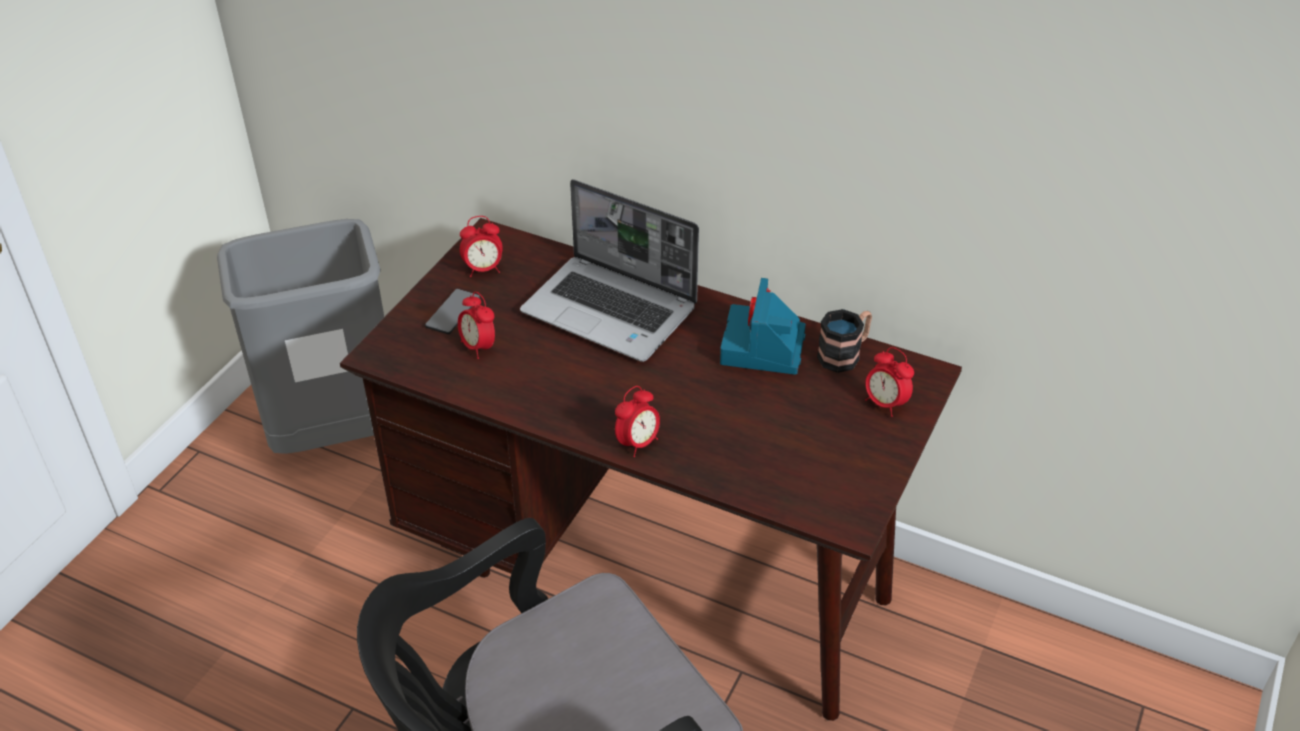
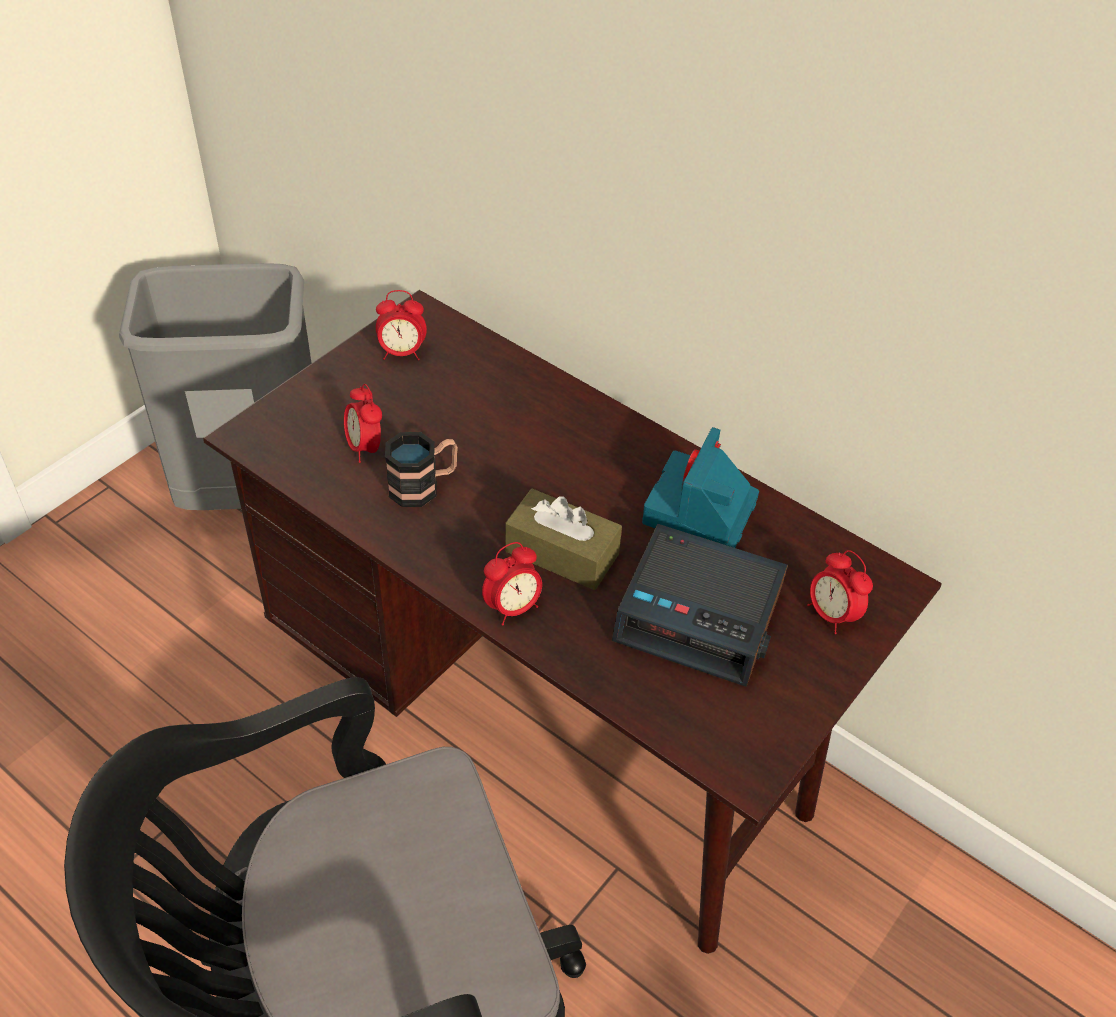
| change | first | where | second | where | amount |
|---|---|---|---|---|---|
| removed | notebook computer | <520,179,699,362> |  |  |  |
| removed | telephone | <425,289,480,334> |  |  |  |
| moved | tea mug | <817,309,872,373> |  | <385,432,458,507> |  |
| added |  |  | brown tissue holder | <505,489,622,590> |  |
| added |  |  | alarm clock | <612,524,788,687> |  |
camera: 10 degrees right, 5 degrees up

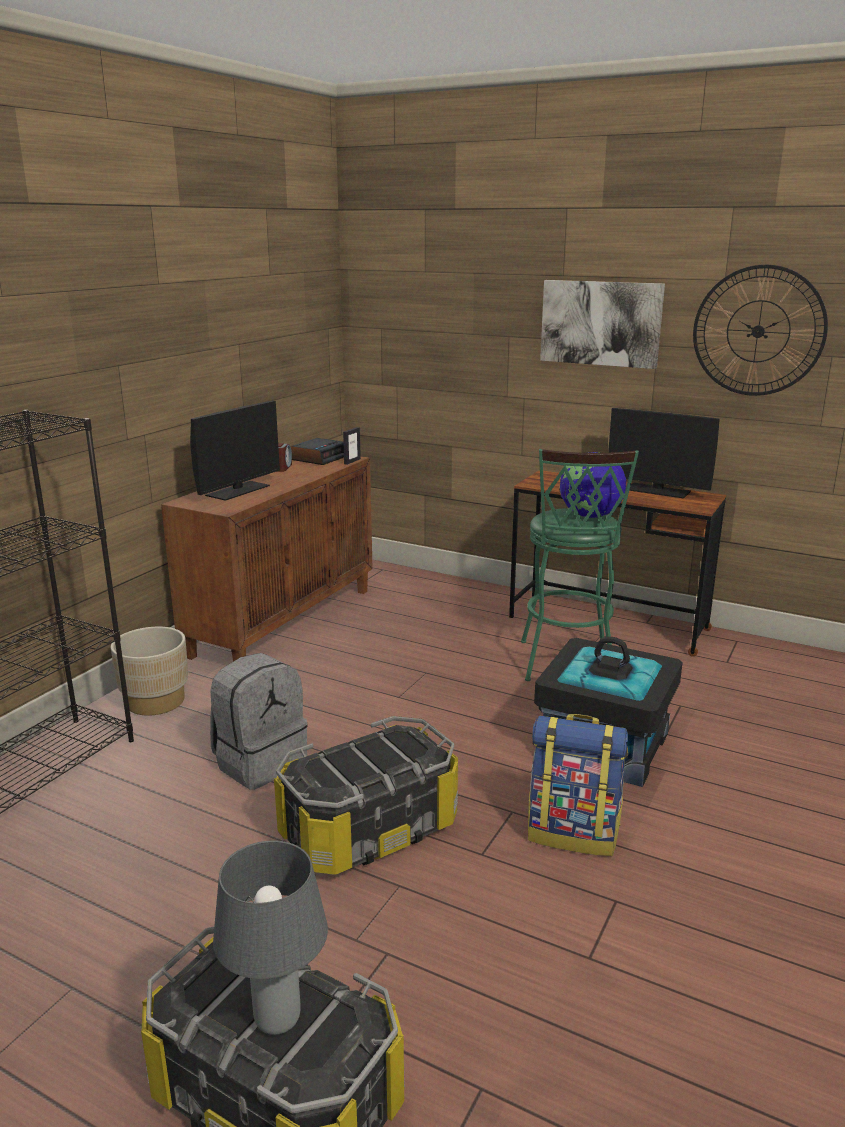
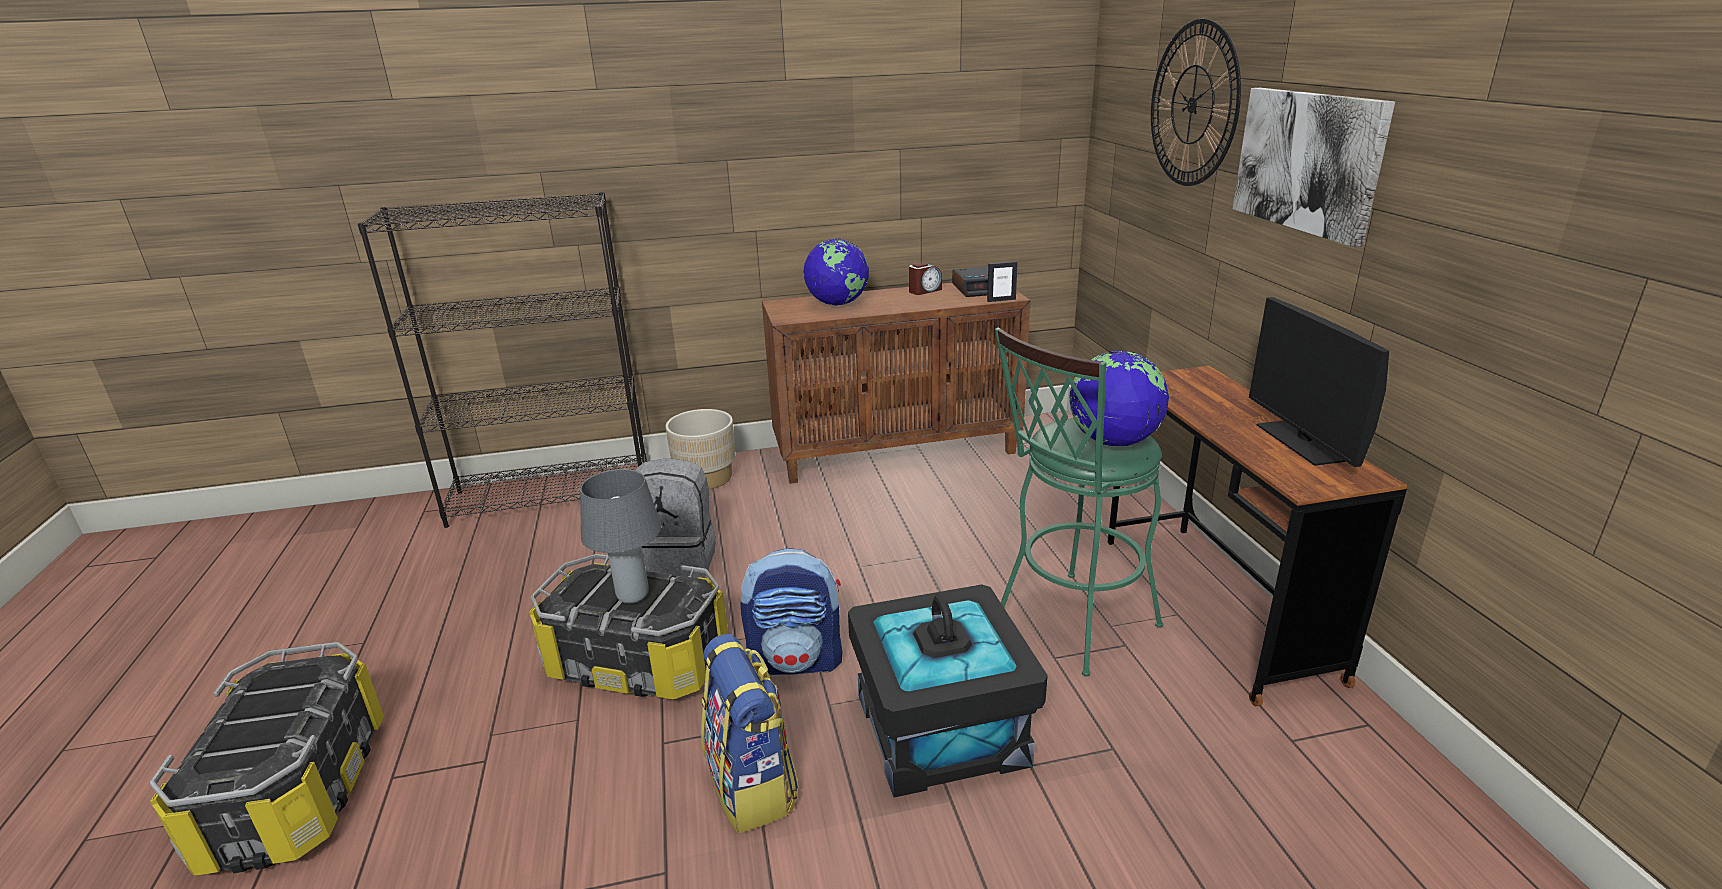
| change | first | where | second | where | amount |
|---|---|---|---|---|---|
| moved | wall clock | <693,265,828,396> |  | <1151,19,1241,186> |  |
| replaced | computer display | <190,401,280,501> | globe | <803,239,869,306> |  |
| moved | greyish table lamp | <213,840,328,1035> |  | <580,469,661,604> |  |
| added |  |  | knapsack | <740,548,842,675> |  |
camera: 50 degrees right, 5 degrees up

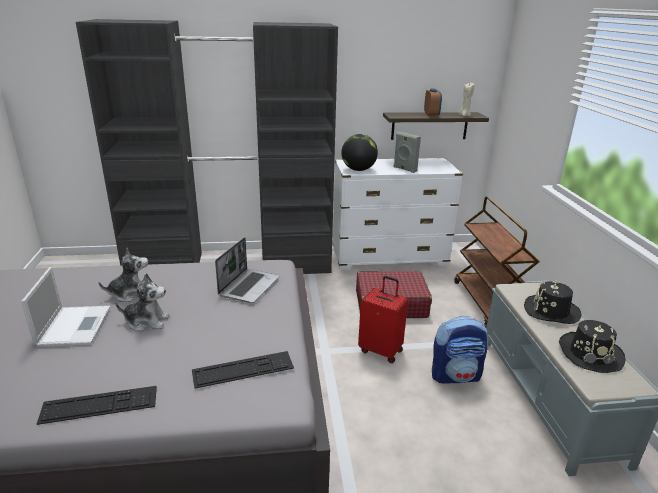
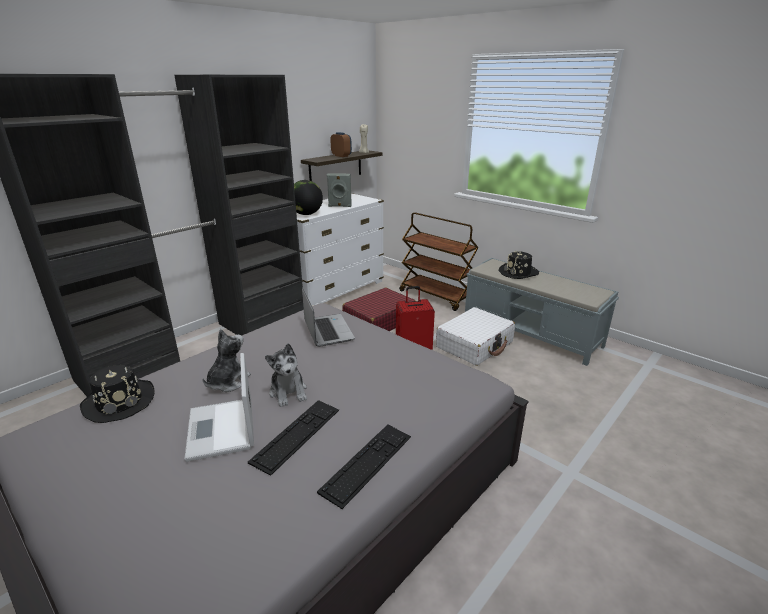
| change | first | where | second | where | amount |
|---|---|---|---|---|---|
| turned | notebook computer | <21,267,110,347> |  | <184,353,254,462> | 150 degrees counterclockwise |
| turned | cuddly toy | <115,273,169,332> |  | <265,343,307,407> | 105 degrees clockwise |
| replaced | knapsack | <432,316,488,383> | whitish piece of luggage | <436,307,515,366> |  |
| moved | black-coloured clothing hat | <559,320,626,373> |  | <80,365,155,423> |  |
| moved | computer keyboard | <192,351,294,389> |  | <248,400,339,475> |  |
camera: 40 degrees left, 0 degrees up

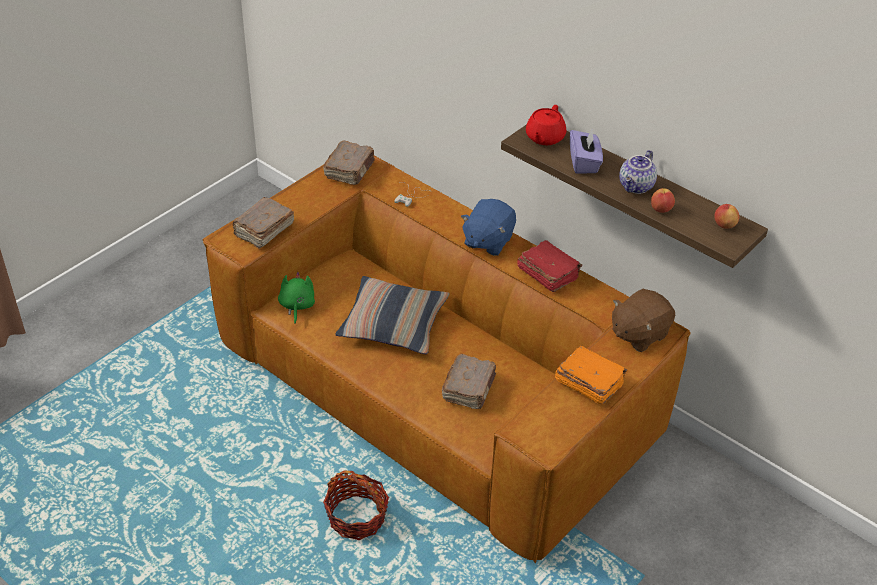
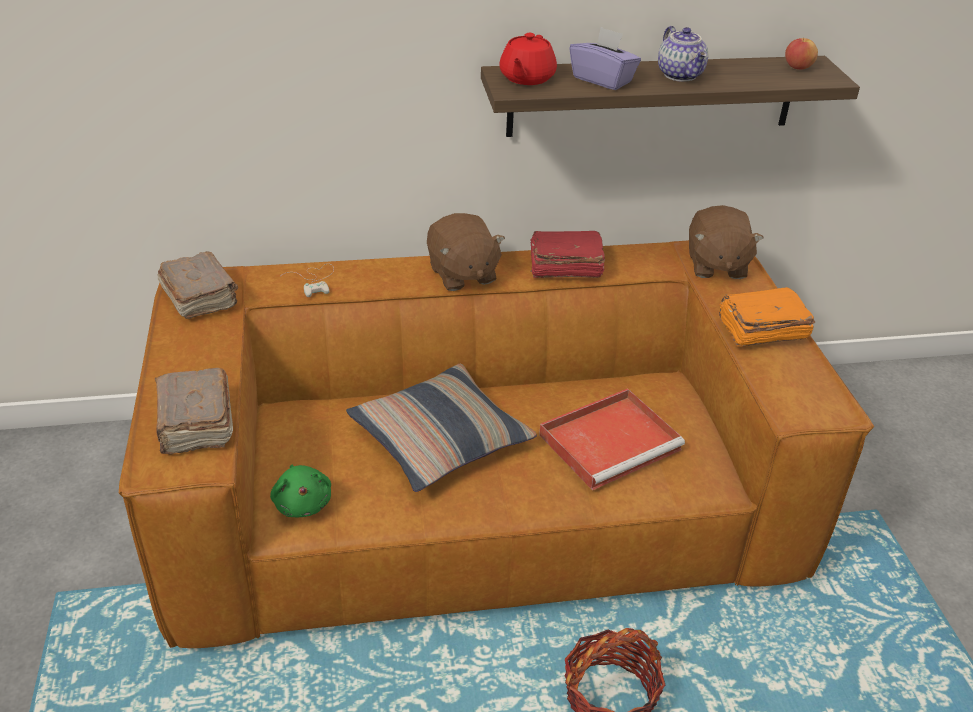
| change | first | where | second | where | amount |
|---|---|---|---|---|---|
| turned | red teapot | <526,105,566,145> |  | <499,33,557,85> | 45 degrees clockwise |
| removed | apple | <651,188,675,213> |  |  |  |
| recoloured | blue-coloured cuddly toy | <461,199,516,256> | brown cuddly toy | <427,213,505,291> |  |
| turned | green-coloured cuddly toy | <278,272,315,324> |  | <270,465,331,517> | 150 degrees counterclockwise |
| replaced | brown book | <442,354,496,409> | red carrying tray | <539,388,685,491> |  |
camera: 50 degrees left, 5 degrees down

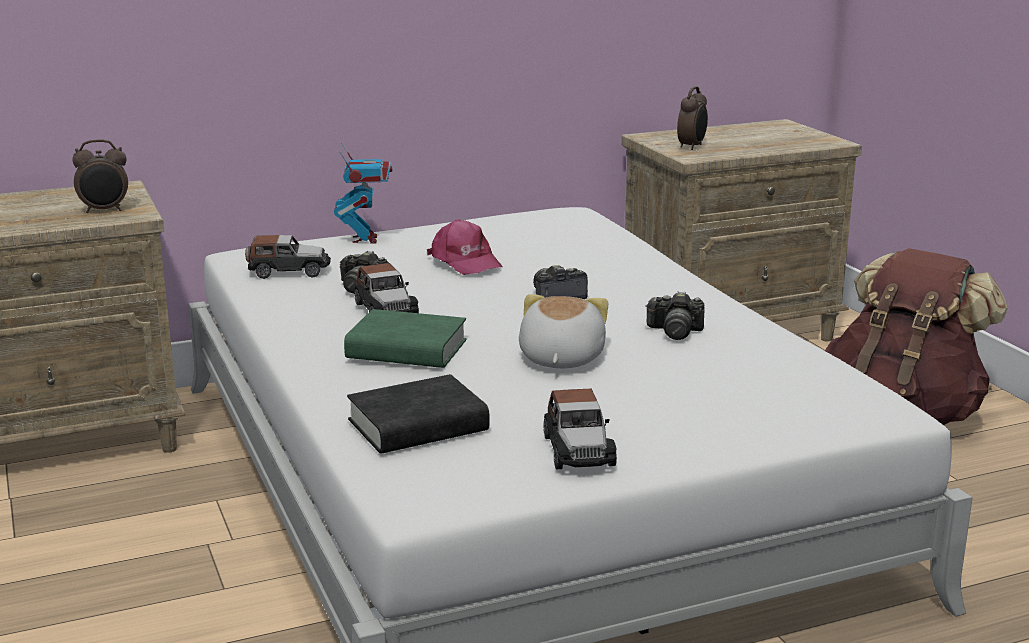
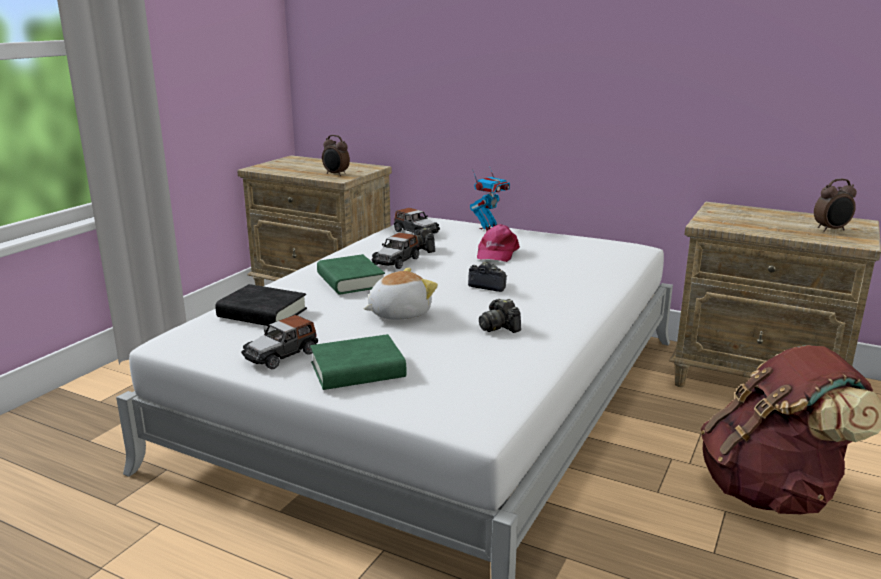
| change | first | where | second | where | amount |
|---|---|---|---|---|---|
| moved | alarm clock | <677,86,708,150> |  | <814,179,857,232> |  |
| added |  |  | green-coloured book | <310,334,406,390> |  |
camera: 50 degrees right, 0 degrees up

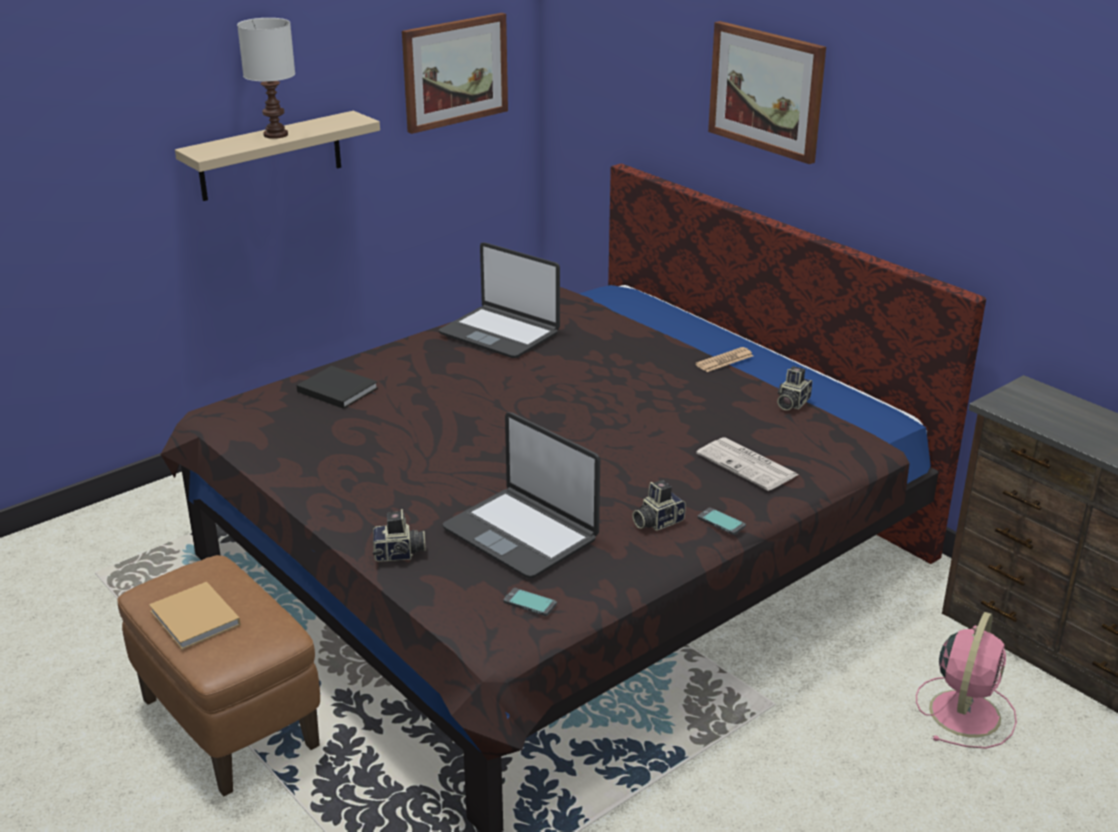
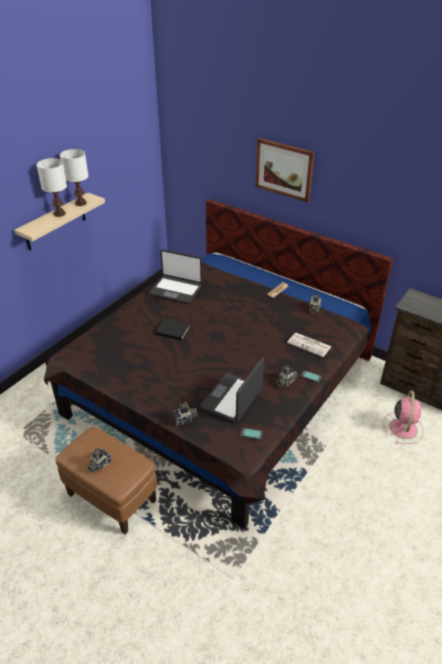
| change | first | where | second | where | amount |
|---|---|---|---|---|---|
| removed | picture | <402,13,508,134> |  |  |  |
| moved | black-coloured book | <297,366,378,409> |  | <155,318,190,341> |  |
| turned | notebook computer | <442,412,600,579> |  | <200,357,264,422> | 90 degrees clockwise |
| replaced | beige book | <149,582,241,650> | still camera | <87,448,112,473> |  |
| added |  |  | whitish table lamp | <60,149,89,206> |  |
camera: 15 degrees left, 10 degrees up

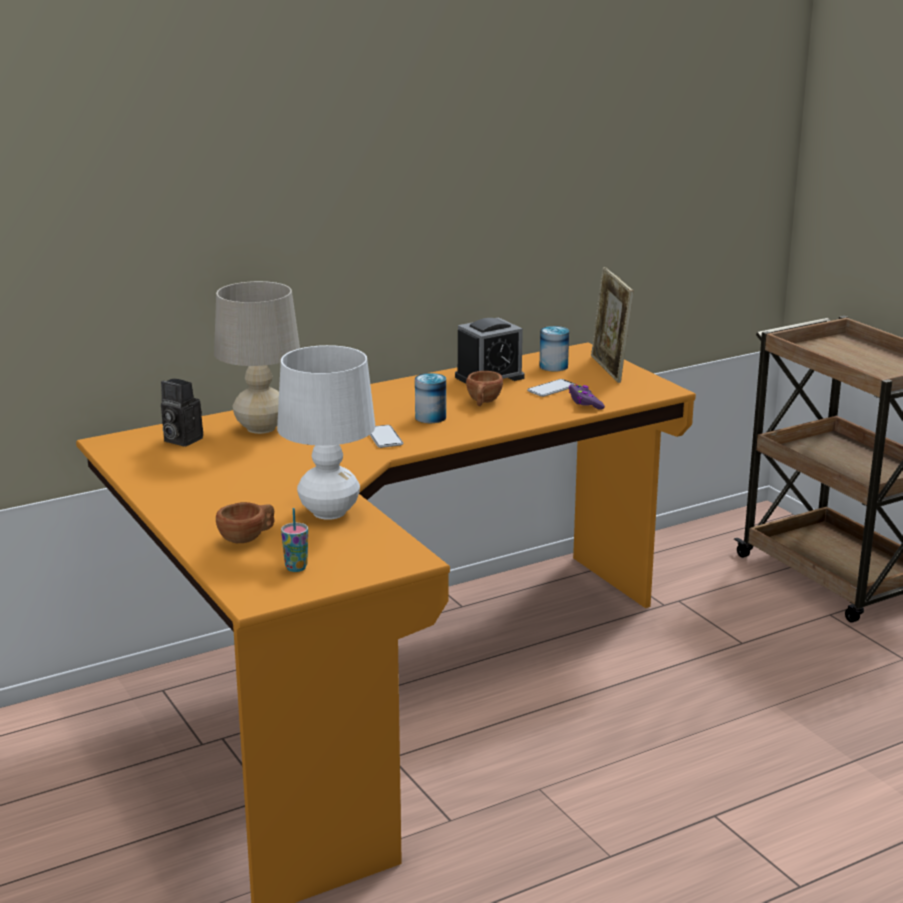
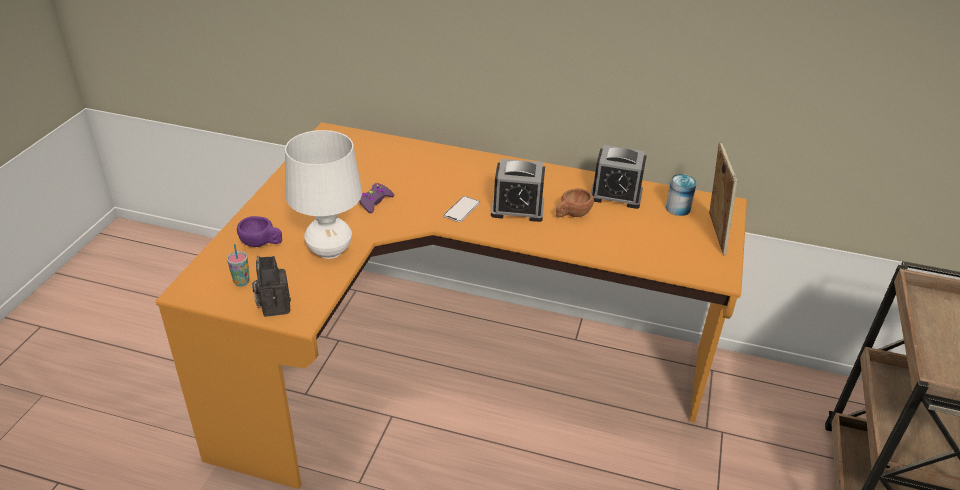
| change | first | where | second | where | amount |
|---|---|---|---|---|---|
| turned | photo frame | <591,267,634,383> |  | <709,142,738,255> | 150 degrees clockwise |
| removed | beige table lamp | <214,281,300,434> |  |  |  |
| replaced | can | <415,373,446,423> | alarm clock | <491,159,545,222> |  |
| moved | still camera | <161,379,203,447> |  | <252,256,291,317> |  |
| removed | telephone | <527,379,575,397> |  |  |  |
| moved | purplish joypad | <569,384,605,410> |  | <359,183,394,213> |  |
| recoloured | brown cup | <216,502,275,543> | purplish cup | <237,216,282,247> |  |
camera: 45 degrees right, 15 degrees up

